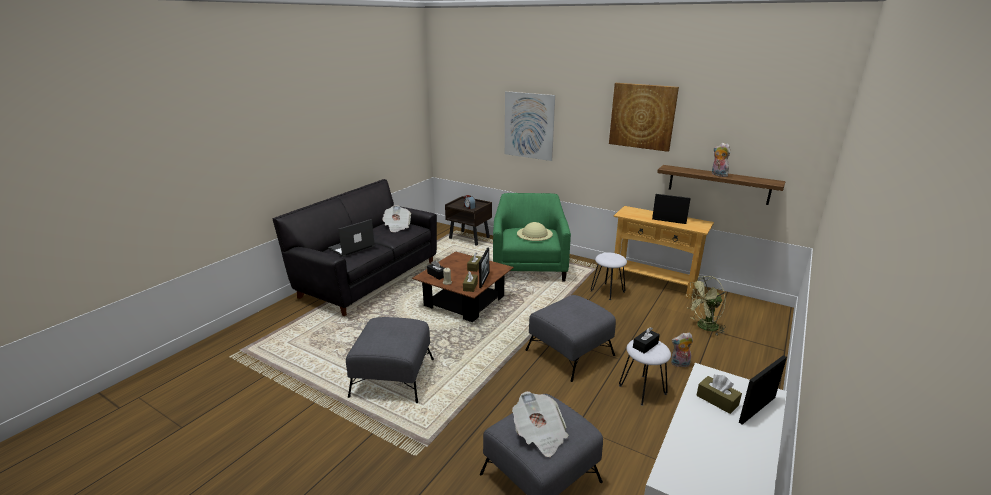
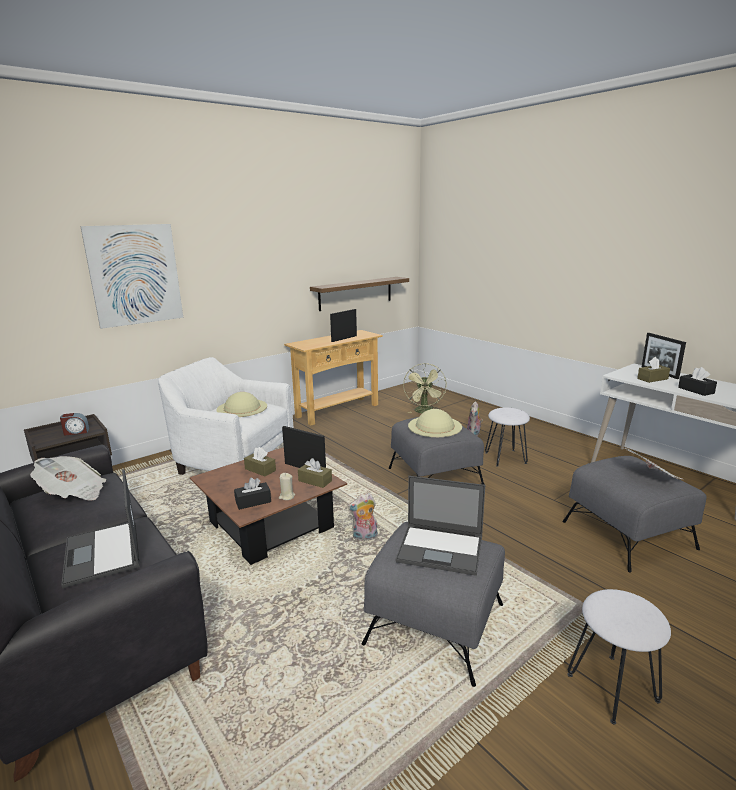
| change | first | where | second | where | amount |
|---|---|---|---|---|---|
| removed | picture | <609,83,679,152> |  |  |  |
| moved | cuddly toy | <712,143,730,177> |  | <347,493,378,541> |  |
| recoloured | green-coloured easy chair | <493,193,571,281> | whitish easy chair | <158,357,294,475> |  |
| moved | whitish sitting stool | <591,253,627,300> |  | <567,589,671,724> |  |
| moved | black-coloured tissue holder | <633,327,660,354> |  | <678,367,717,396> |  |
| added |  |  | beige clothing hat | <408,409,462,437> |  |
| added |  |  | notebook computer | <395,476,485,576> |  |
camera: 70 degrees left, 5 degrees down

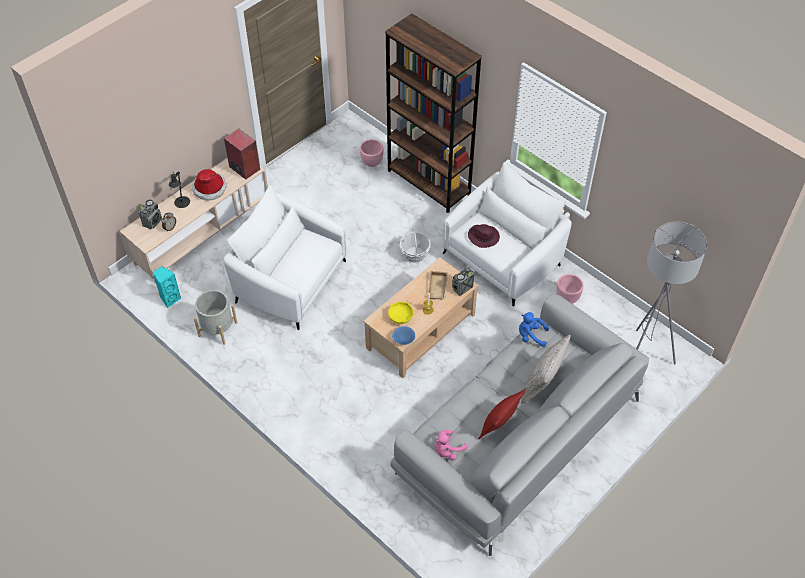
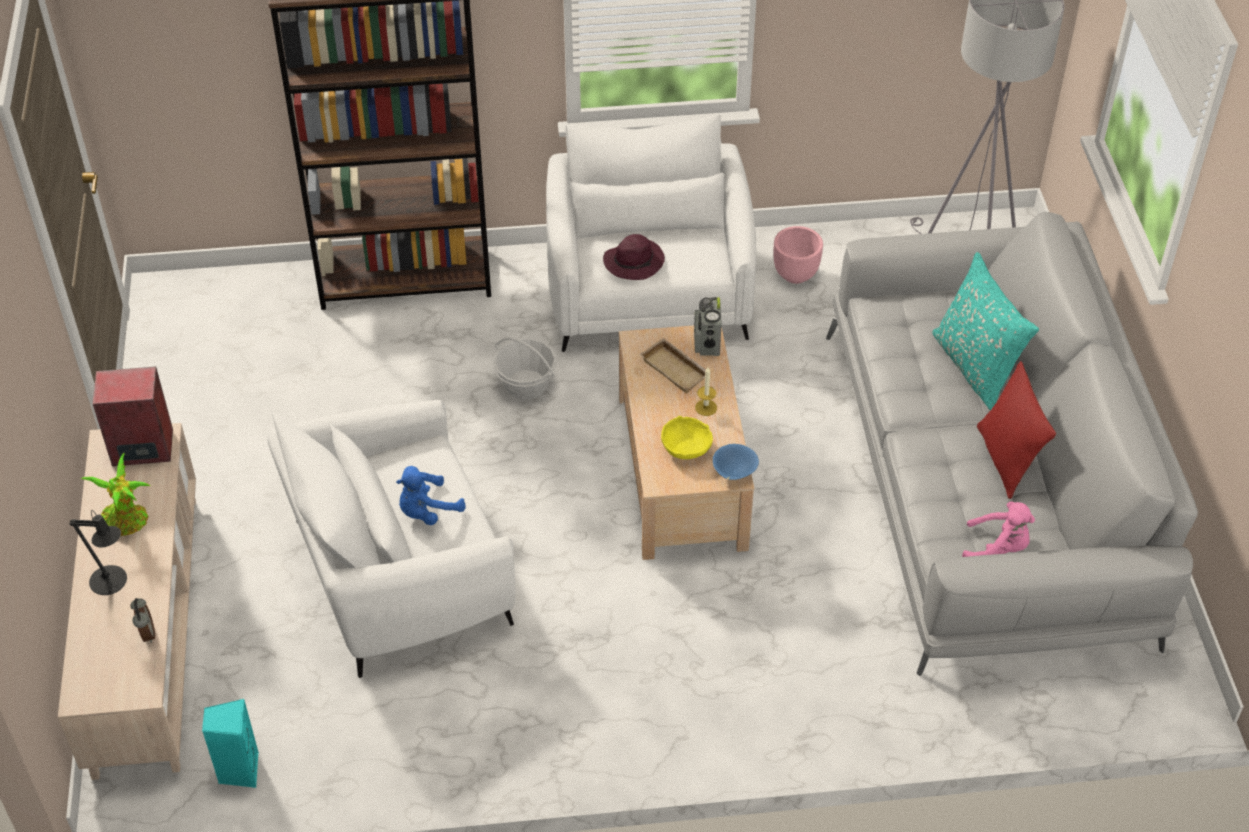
| change | first | where | second | where | amount |
|---|---|---|---|---|---|
| removed | pinkish planter | <360,139,383,167> |  |  |  |
| replaced | clothing hat | <192,169,227,200> | houseplant | <81,452,150,536> |  |
| removed | radio set | <139,200,162,229> |  |  |  |
| removed | greyish planter | <194,290,238,345> |  |  |  |
| moved | blue-coloured cuddly toy | <519,312,549,347> |  | <396,466,466,525> |  |
| recoloured | greyish throw pillow | <521,335,571,404> | turquoise-coloured throw pillow | <932,252,1039,410> |  |
| turned | pinkish cuddly toy | <435,430,467,460> |  | <962,501,1035,557> | 75 degrees counterclockwise |
camera: 50 degrees left, 5 degrees down

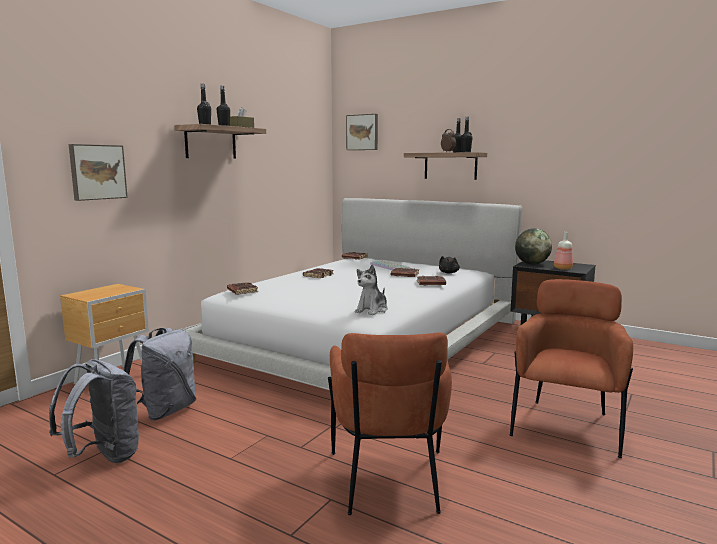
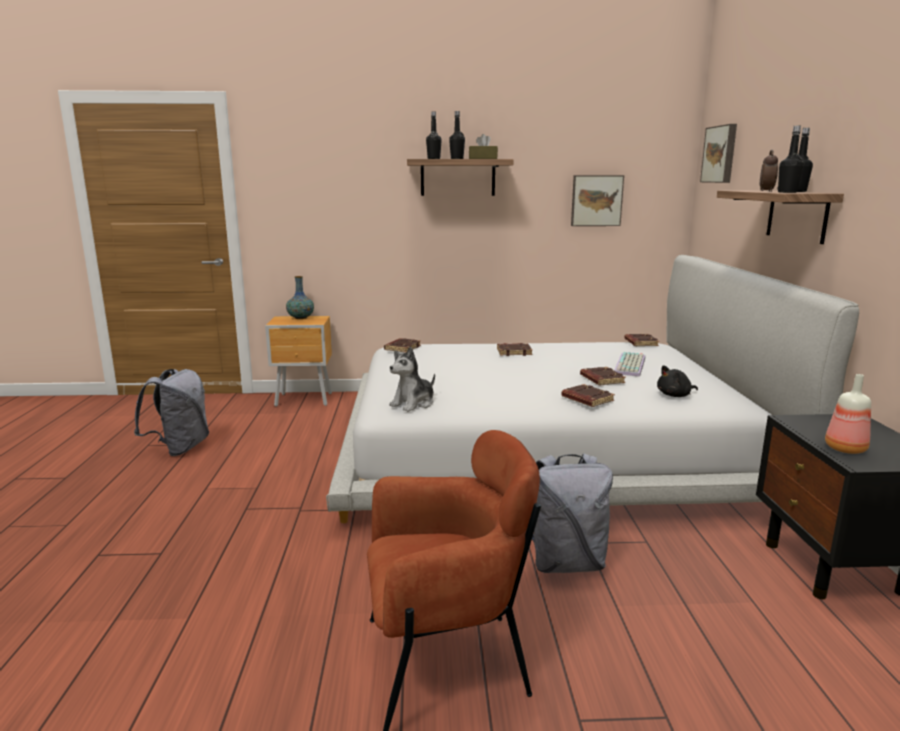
| change | first | where | second | where | amount |
|---|---|---|---|---|---|
| moved | picture | <69,144,128,201> |  | <571,175,624,226> |  |
| removed | globe | <515,228,552,265> |  |  |  |
| turned | cuddly toy | <355,265,388,315> |  | <389,347,435,412> | 45 degrees counterclockwise |
| moved | greyish knapsack | <124,328,196,420> |  | <532,454,613,573> |  |
| removed | brown easy chair | <328,332,452,515> |  |  |  |
| added |  |  | vase | <286,276,314,319> |  |
camera: 55 degrees right, 5 degrees up

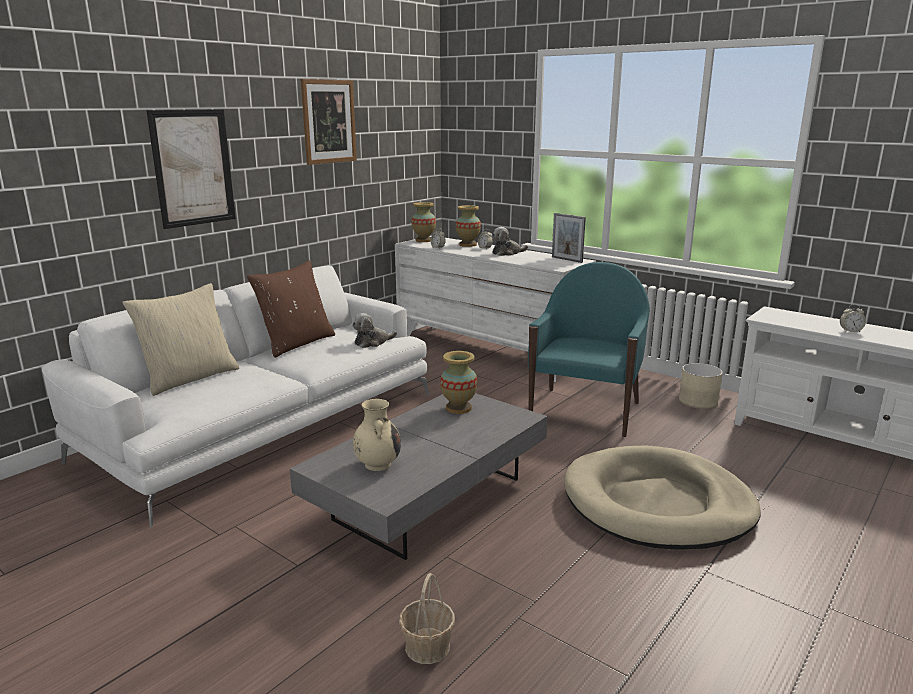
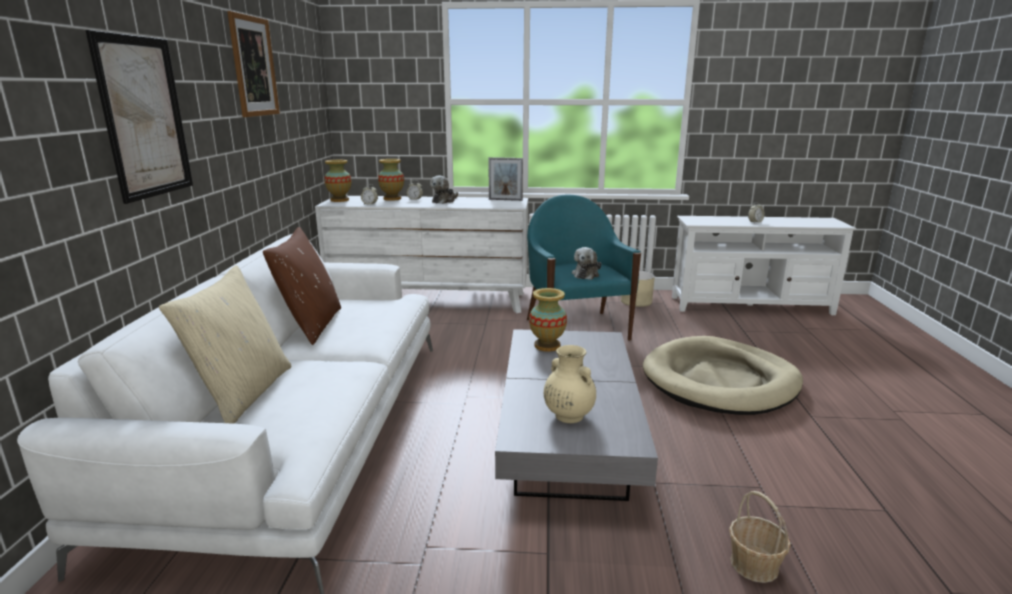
| change | first | where | second | where | amount |
|---|---|---|---|---|---|
| moved | cuddly toy | <352,313,397,348> |  | <572,247,601,280> |  |
camera: 35 degrees left, 0 degrees up

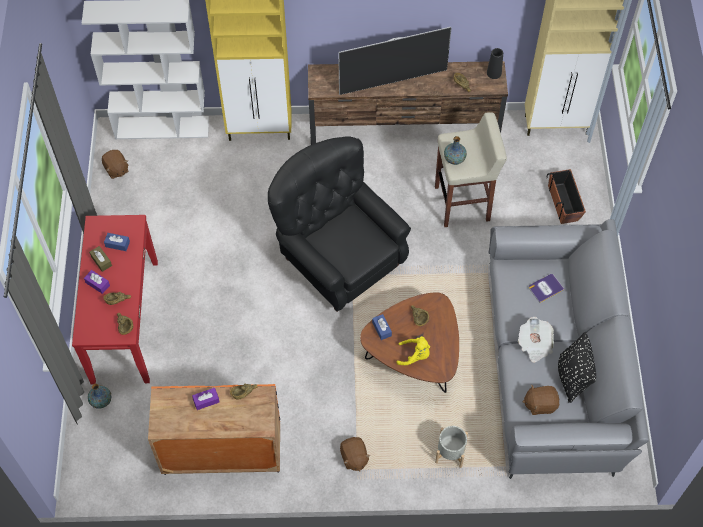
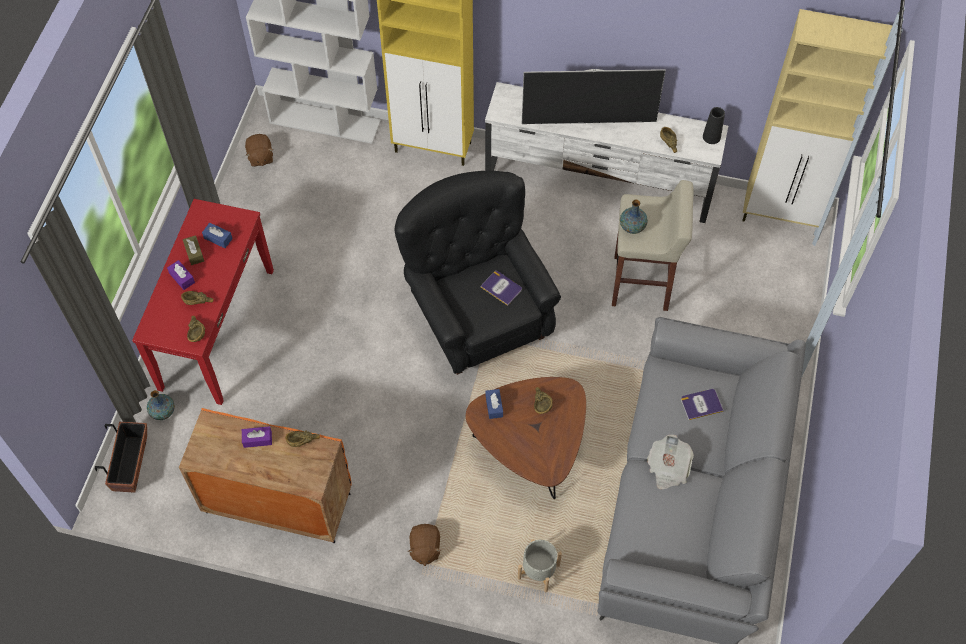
| change | first | where | second | where | amount |
|---|---|---|---|---|---|
| recoloured | brown tv unit | <308,61,508,145> | whitish tv unit | <485,82,728,223> |  |
| moved | planter | <547,169,586,224> |  | <95,422,147,492> |  |
| removed | black-coloured throw pillow | <558,332,596,403> |  |  |  |
| removed | yellow-coloured cuddly toy | <396,336,430,365> |  |  |  |
| removed | brown cuddly toy | <522,384,559,415> |  |  |  |
| added |  |  | book | <480,271,522,306> |  |
camera: 15 degrees right, 0 degrees up

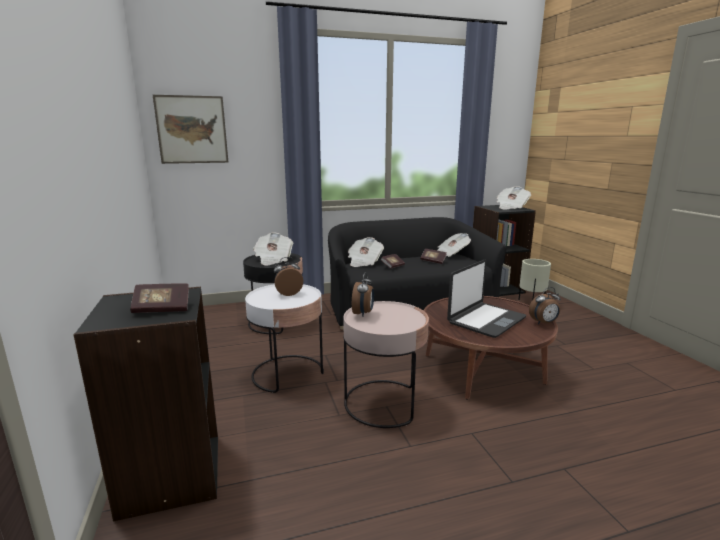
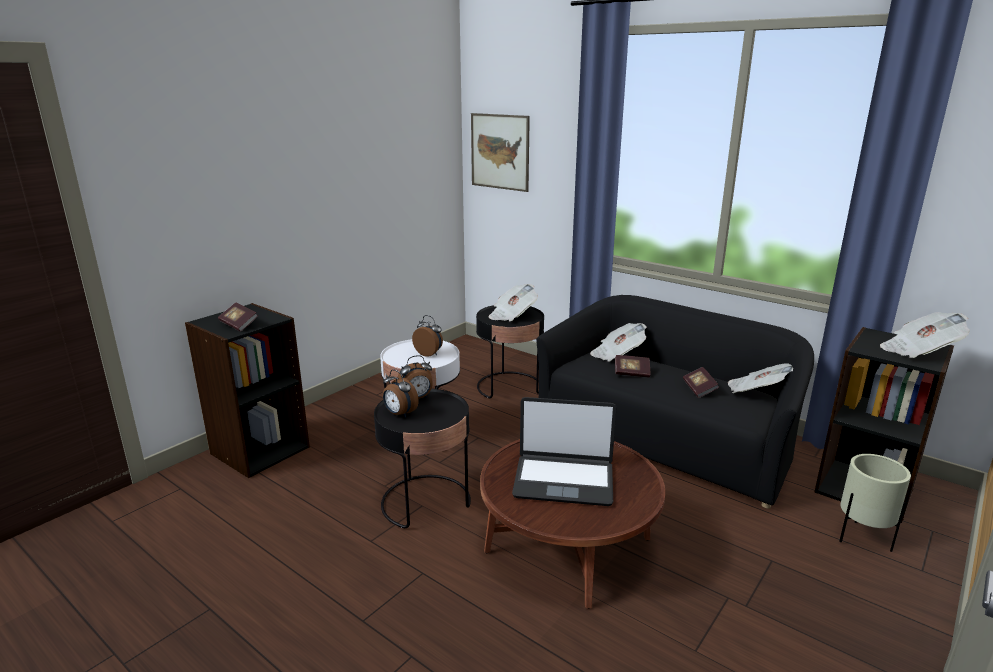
| change | first | where | second | where | amount |
|---|---|---|---|---|---|
| moved | alarm clock | <529,287,561,324> |  | <383,370,419,418> |  |
| recoloured | pinkish accent table | <343,301,429,428> | black-coloured accent table | <374,389,471,528> |  |
camera: 55 degrees right, 5 degrees up

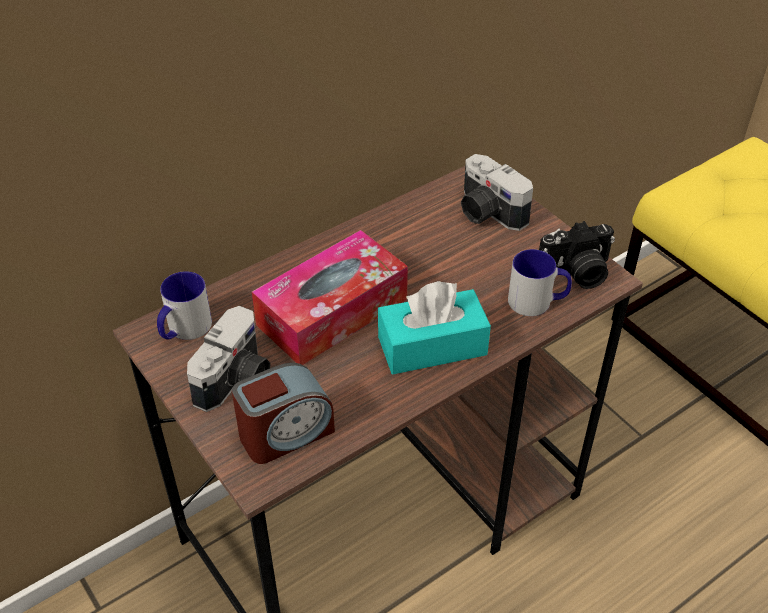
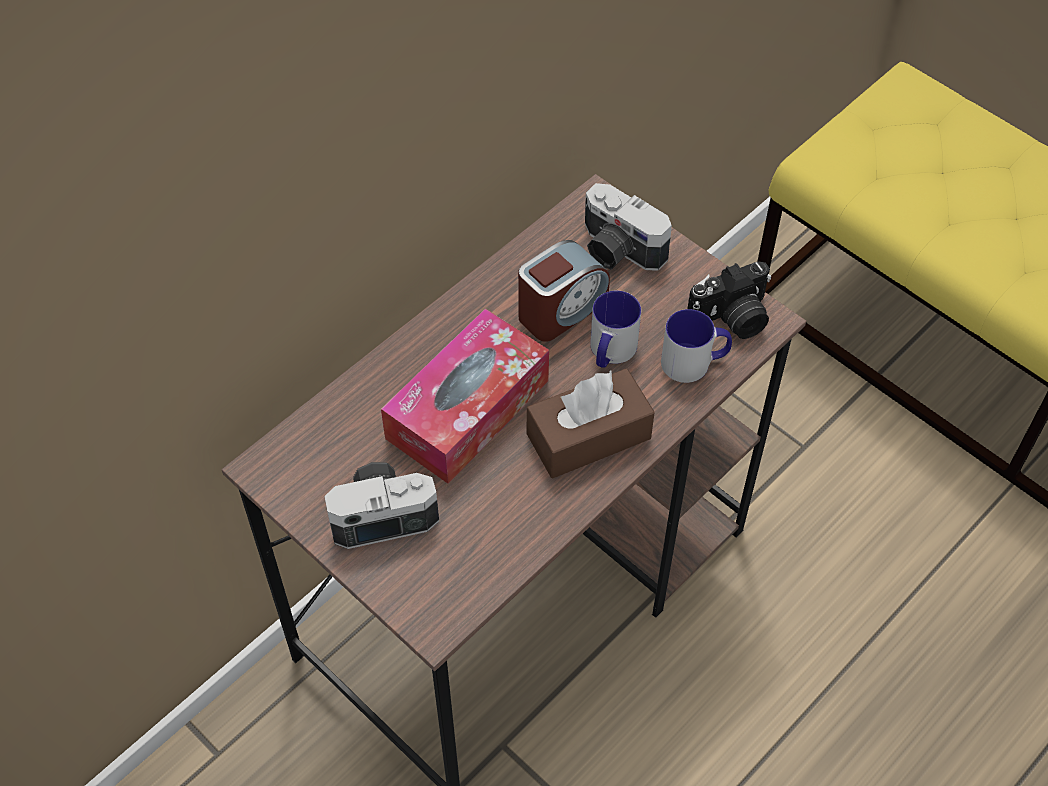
| change | first | where | second | where | amount |
|---|---|---|---|---|---|
| moved | tea mug | <157,271,212,340> |  | <590,291,641,368> |  |
| recoloured | turquoise-coloured tissue holder | <378,281,491,374> | brown tissue holder | <527,369,655,478> |  |
| turned | still camera | <187,306,271,412> |  | <324,462,439,549> | 120 degrees counterclockwise |
| moved | alarm clock | <232,363,335,464> |  | <518,240,610,342> |  |
camera: 10 degrees left, 10 degrees up

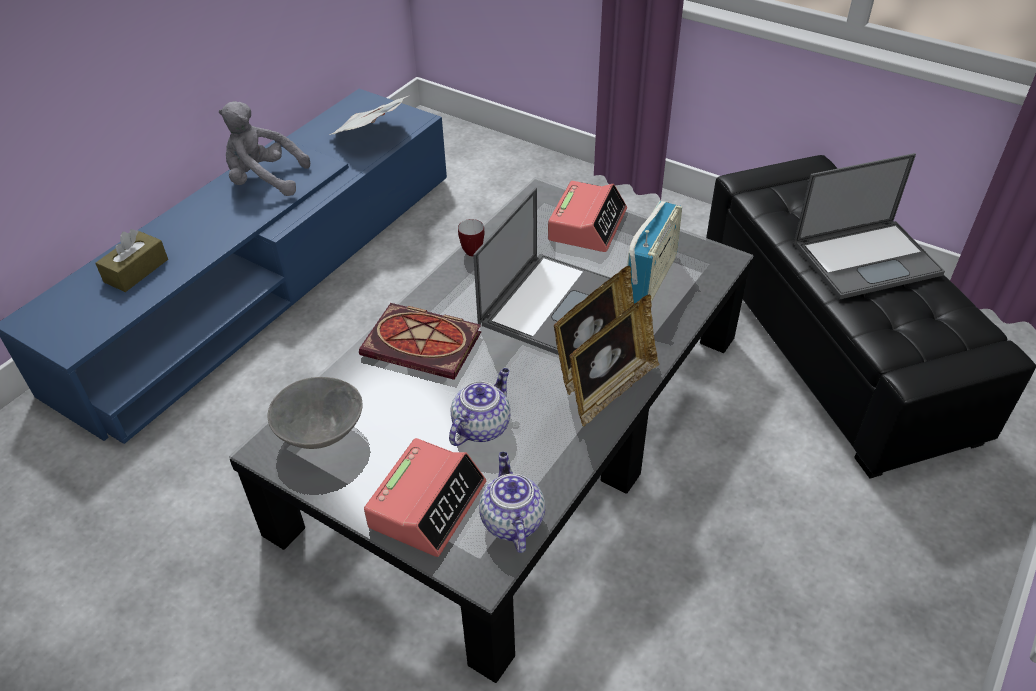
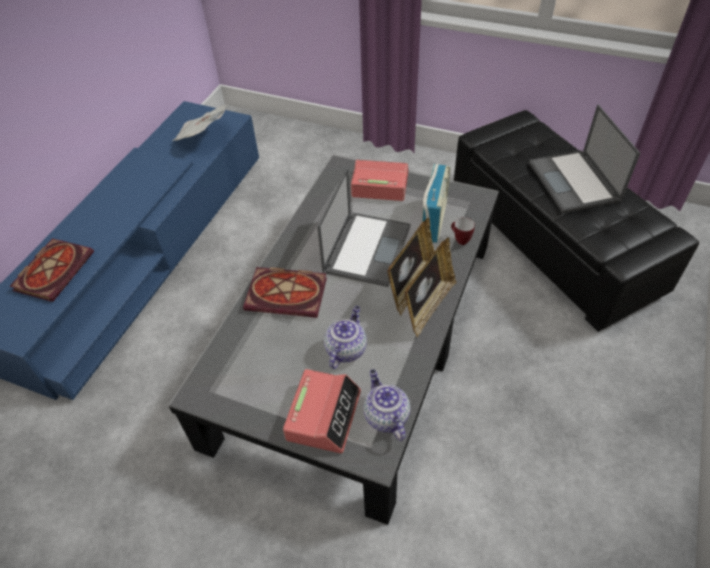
| change | first | where | second | where | amount |
|---|---|---|---|---|---|
| removed | greyish cuddly toy | <219,101,310,196> |  |  |  |
| turned | notebook computer | <793,153,945,300> |  | <529,105,640,213> | 105 degrees clockwise |
| turned | alarm clock | <548,181,627,252> |  | <351,160,408,201> | 90 degrees counterclockwise |
| moved | tea mug | <458,219,484,256> |  | <451,217,475,245> |  |
| replaced | brown tissue holder | <95,229,168,292> | book | <10,238,94,302> |  |
| removed | greyish deep dish | <267,377,363,449> |  |  |  |
camera: 10 degrees left, 5 degrees up

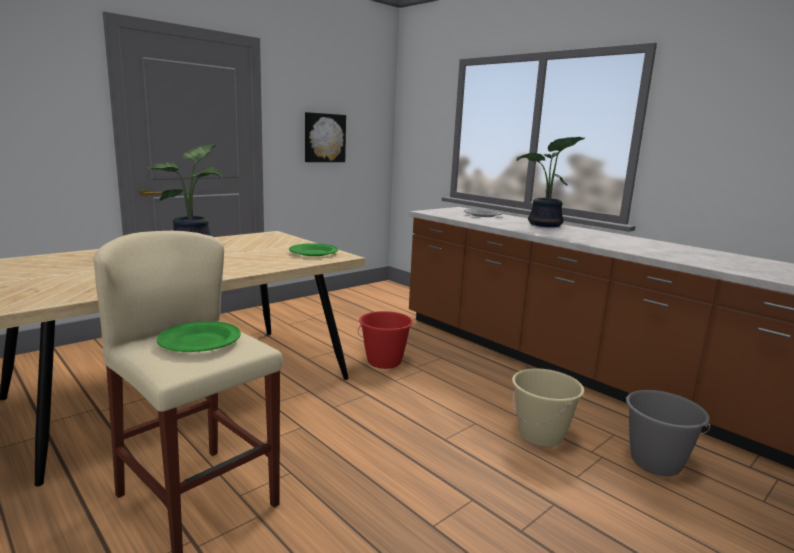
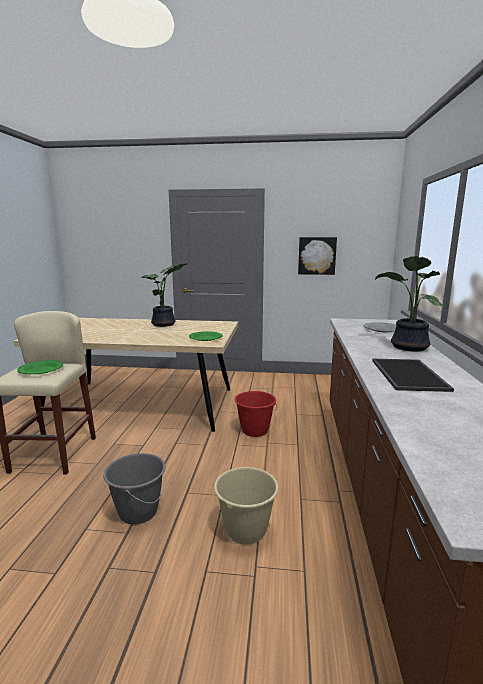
| change | first | where | second | where | amount |
|---|---|---|---|---|---|
| moved | greyish water bucket | <626,390,710,476> |  | <103,453,166,525> |  |
| added |  |  | carrying tray | <372,359,454,392> |  |
camera: 50 degrees right, 0 degrees up

